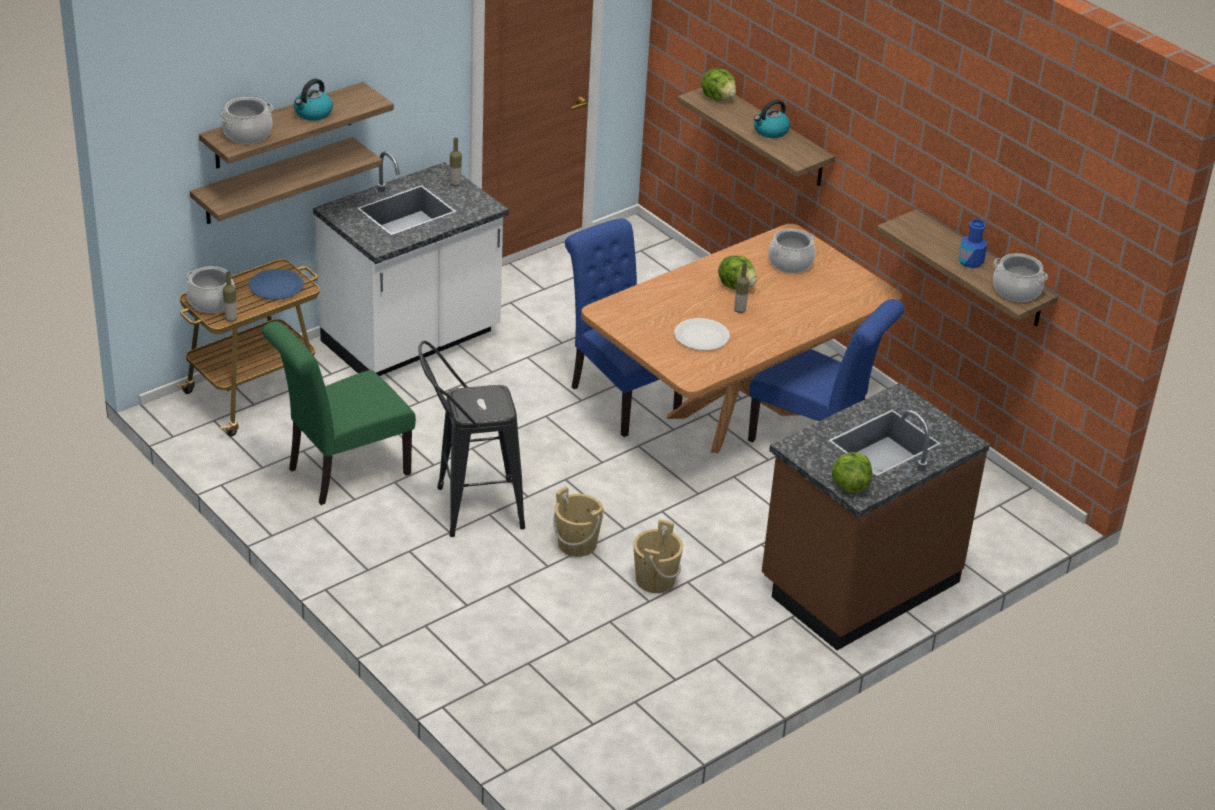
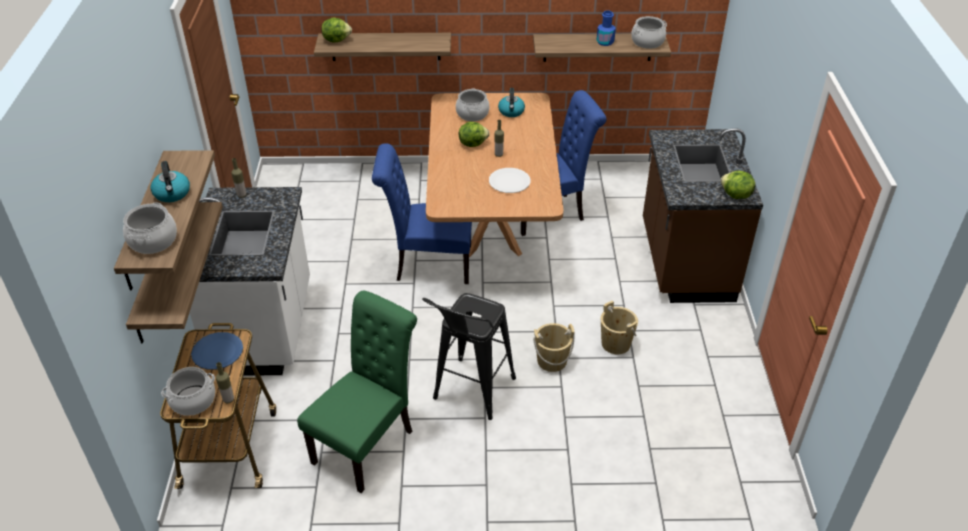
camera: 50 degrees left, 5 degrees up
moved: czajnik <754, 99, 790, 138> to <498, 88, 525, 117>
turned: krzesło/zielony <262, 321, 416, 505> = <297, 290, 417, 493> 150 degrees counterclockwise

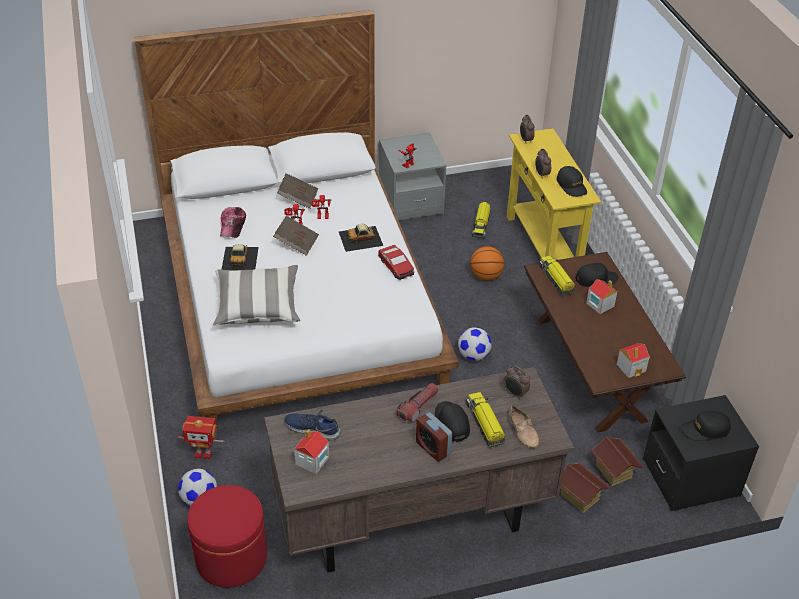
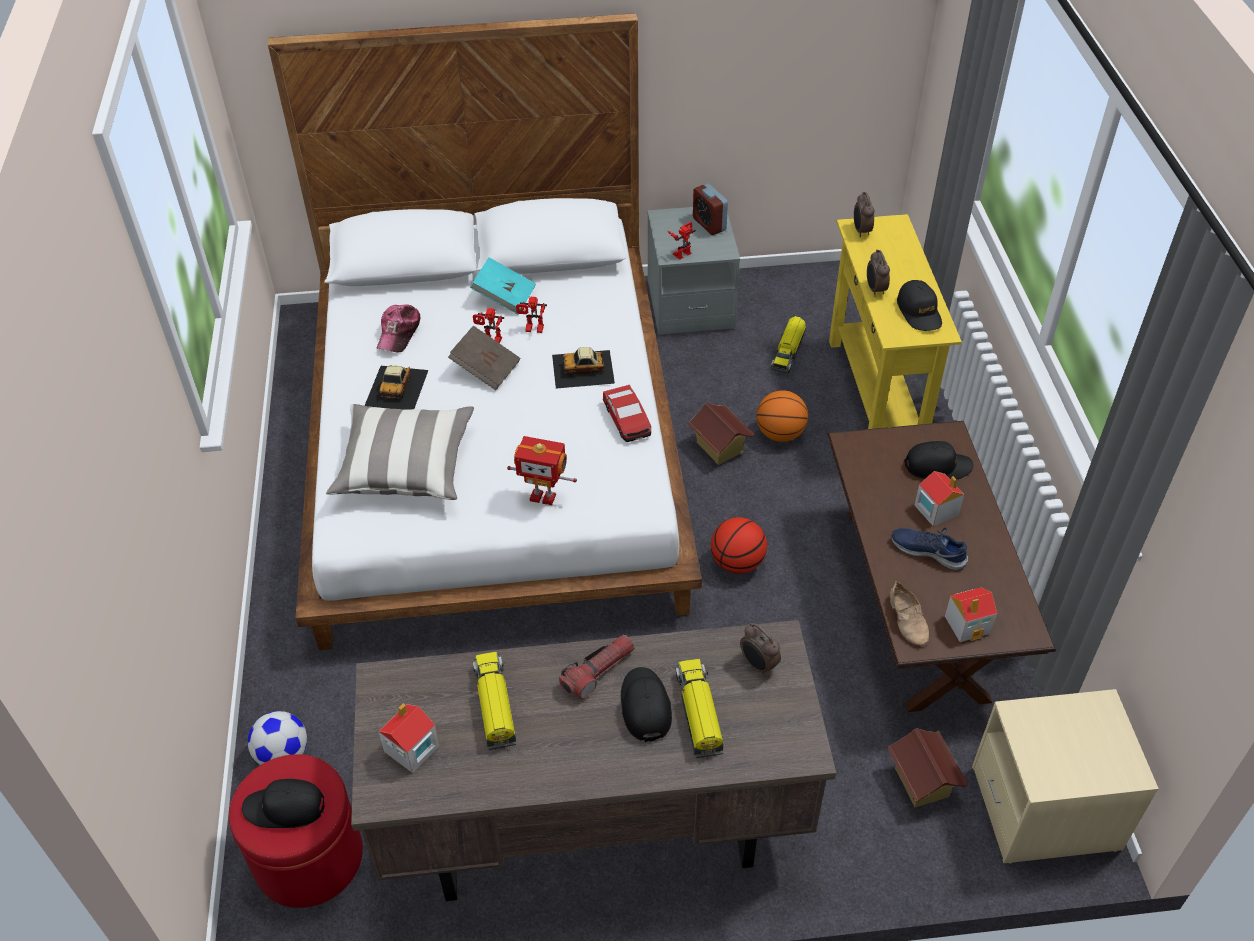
camera: 10 degrees right, 5 degrees up
moved: ciężarówka zabawkowa <539, 256, 575, 296> to <473, 652, 516, 750>; but/beżowy <508, 405, 539, 448> to <890, 581, 929, 646>; but/niebieski <285, 410, 340, 441> to <891, 528, 968, 570>; czapka z daszkiem/czarny <681, 411, 731, 441> to <242, 779, 324, 828>; budzik <416, 412, 452, 462> to <693, 183, 728, 235>; robot zabawkowy <178, 416, 225, 459> to <507, 436, 577, 505>; domek <561, 462, 611, 513> to <687, 402, 755, 465>
replaced: piłka futbolowa <458, 327, 492, 361> to piłka do koszykówki <711, 517, 767, 574>
recoloured: książka/brązowy <277, 173, 318, 209> to książka/turkusowy <470, 257, 536, 315>; szafka nocna/czarny <643, 395, 759, 511> to szafka nocna/beżowy <972, 689, 1159, 864>

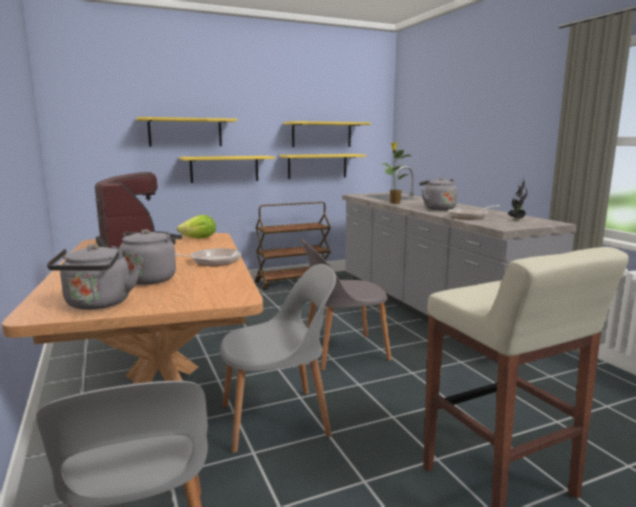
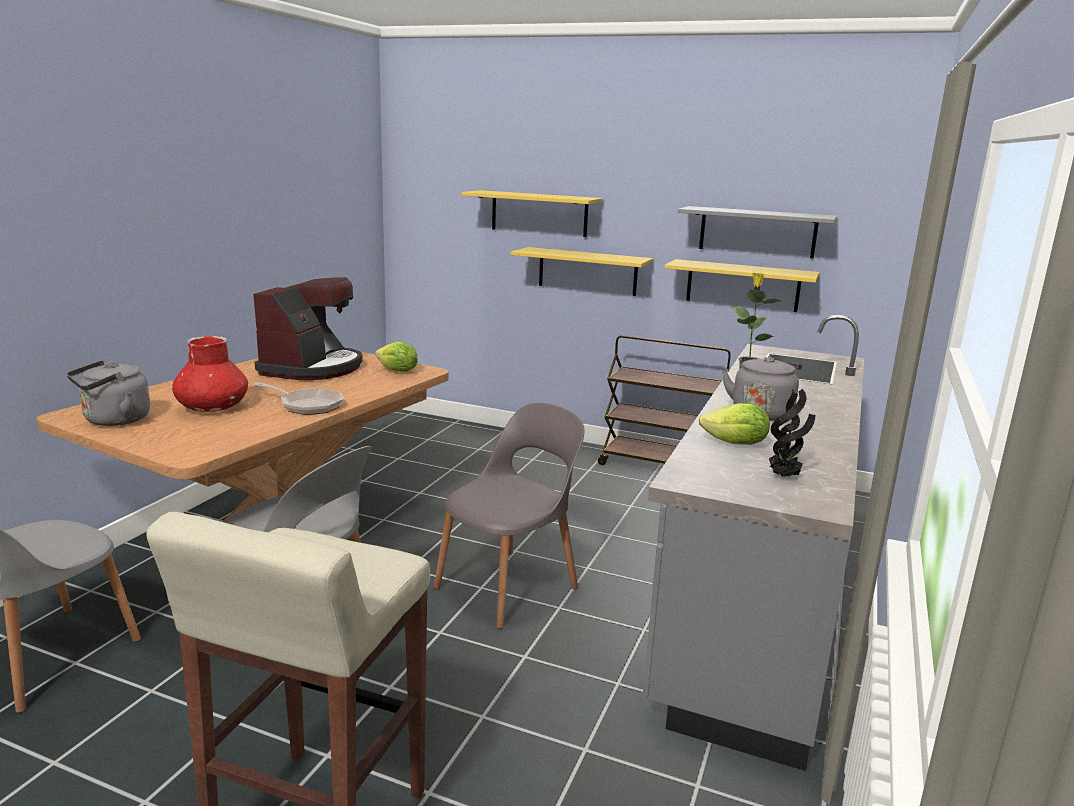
camera: 45 degrees right, 5 degrees up
replaced: patelnia <449, 205, 500, 220> to sałata <699, 403, 770, 445>; czajnik/szary <112, 229, 182, 285> to wazon/czerwony <172, 336, 248, 412>
recoloured: półka/żółty <283, 121, 371, 147> to półka/szary <678, 206, 837, 258>
turned: krzesło/szary <300, 238, 392, 370> = <434, 403, 584, 629> 105 degrees clockwise

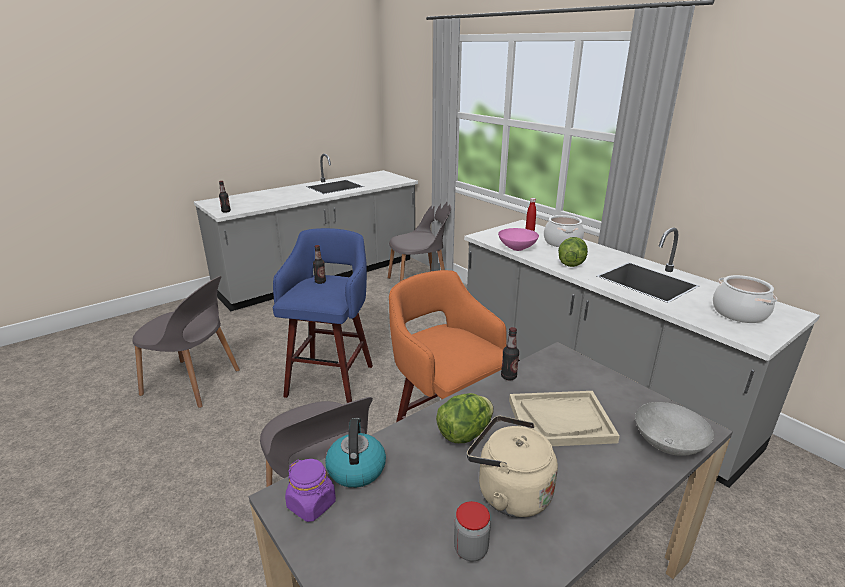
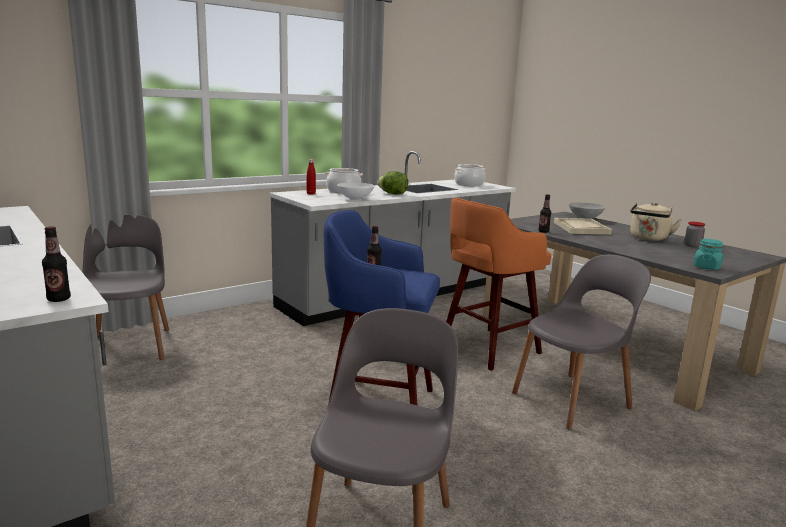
camera: 90 degrees left, 10 degrees down
removed: sałata <436, 393, 494, 443>; czajnik <325, 418, 386, 488>
recoloured: miska/różowy <498, 228, 539, 251> to miska/biały <337, 182, 374, 200>; słoik/fioletowy <285, 459, 336, 522> to słoik/turkusowy <693, 239, 723, 270>

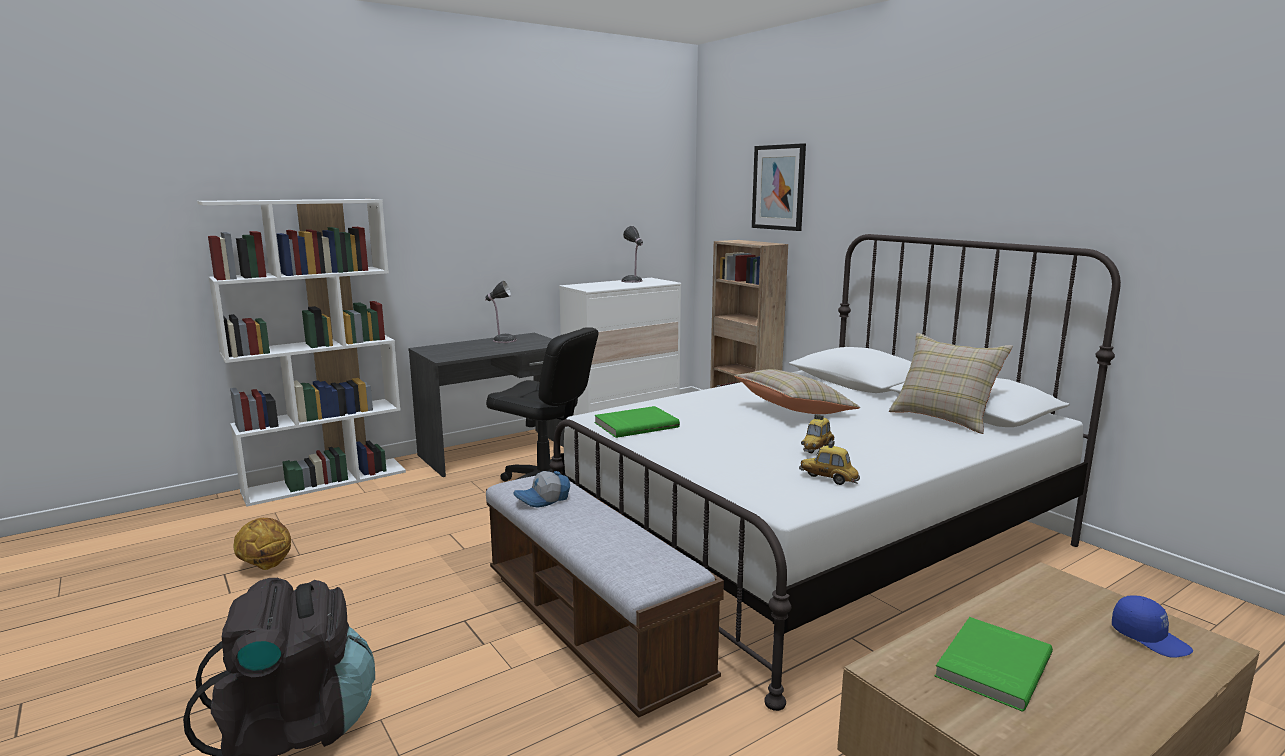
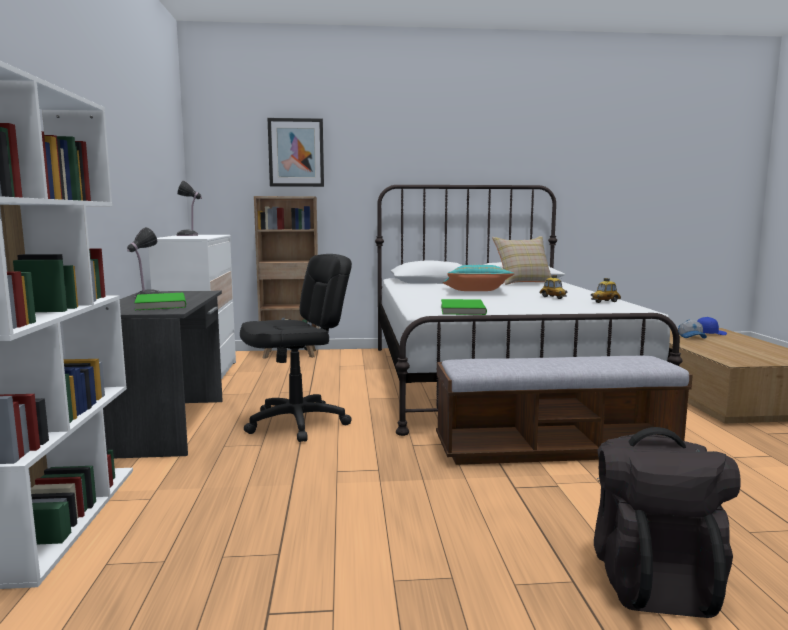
camera: 60 degrees left, 5 degrees down
removed: piłka do koszykówki <233, 518, 291, 570>
moved: czapka z daszkiem <513, 471, 570, 508> to <678, 320, 707, 339>; książka/zielony <935, 617, 1053, 712> to <134, 293, 186, 310>
recoloured: poduszka/beżowy <734, 369, 860, 414> to poduszka/turkusowy <442, 265, 515, 291>

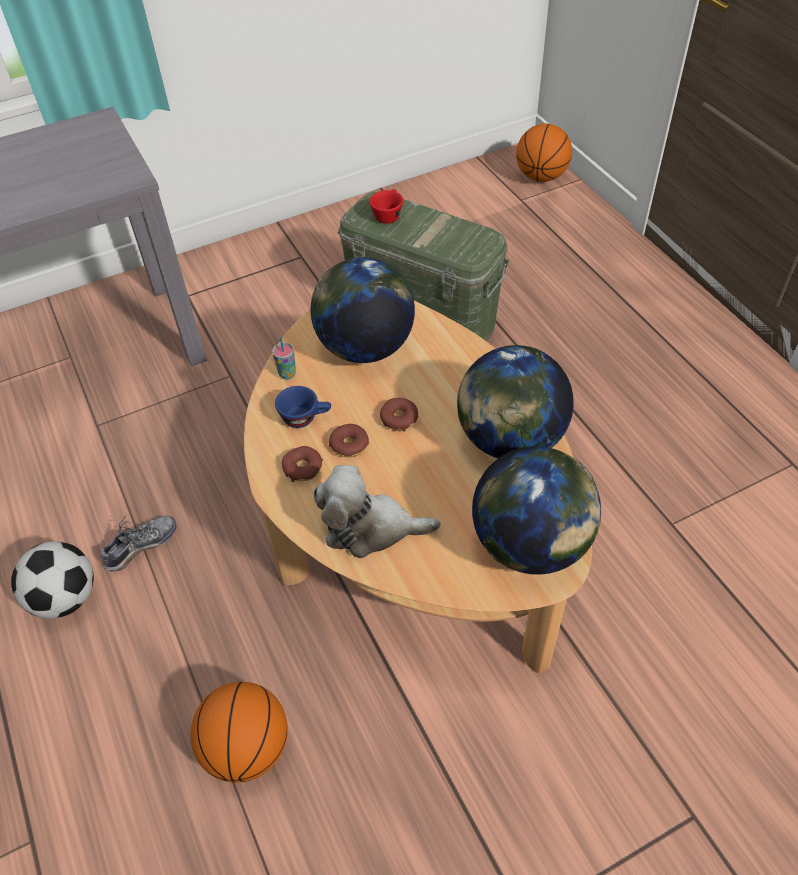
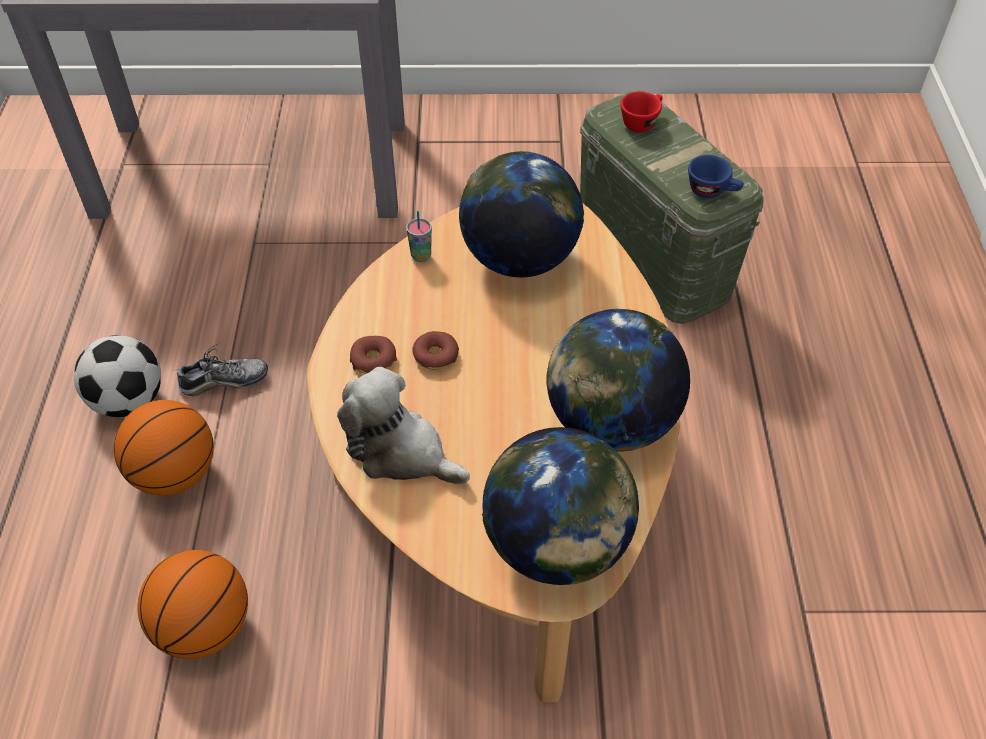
camera: 25 degrees right, 0 degrees up
removed: donut <380, 398, 418, 432>
moved: piłka do koszykówki <516, 124, 572, 182> to <114, 400, 214, 496>; filiżanka/niebieski <275, 386, 331, 428> to <688, 155, 744, 198>

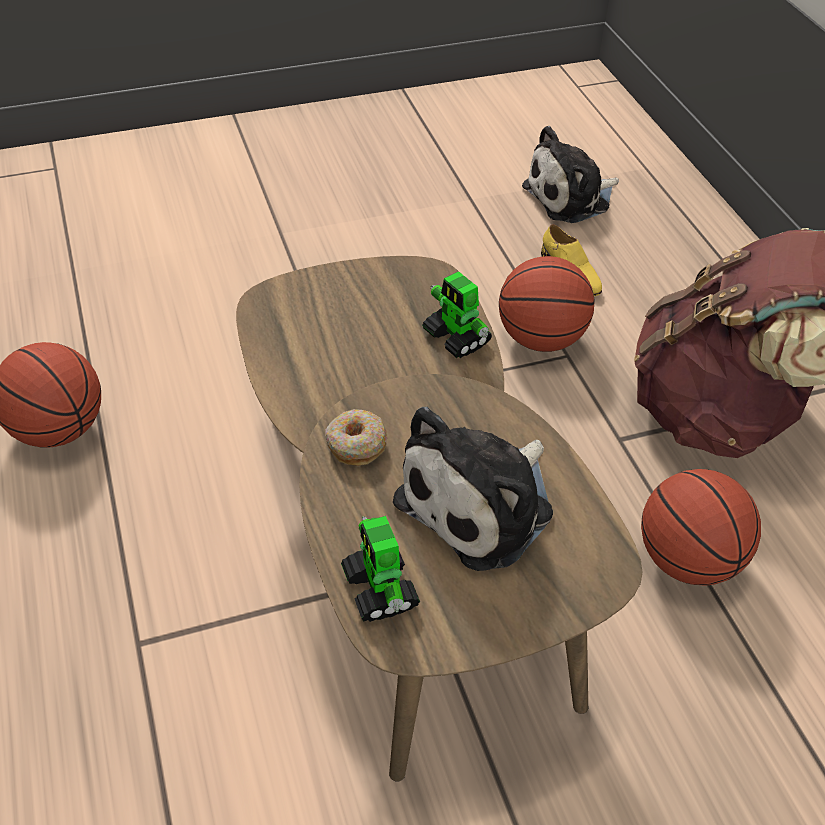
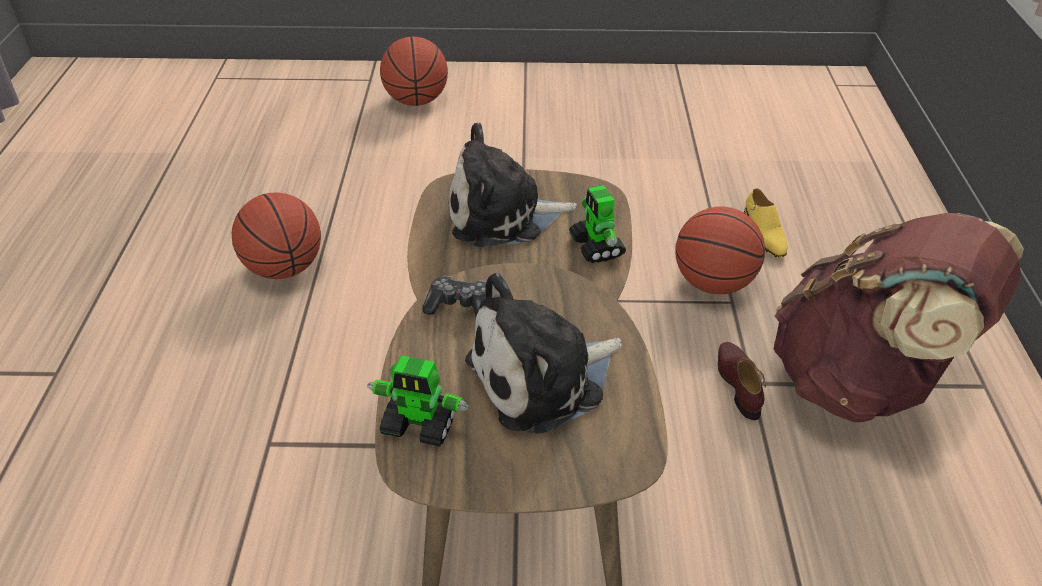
camera: 20 degrees right, 5 degrees down
added: but/brązowy <718, 342, 766, 420>
moved: pluszak <522, 126, 619, 223> to <449, 123, 577, 247>; piłka do koszykówki <641, 469, 761, 586> to <380, 36, 448, 106>
replaced: donut <325, 409, 387, 466> to pad do gier <422, 276, 486, 316>
turned: robot zabawkowy <341, 516, 420, 622> = <367, 356, 469, 447> 75 degrees counterclockwise

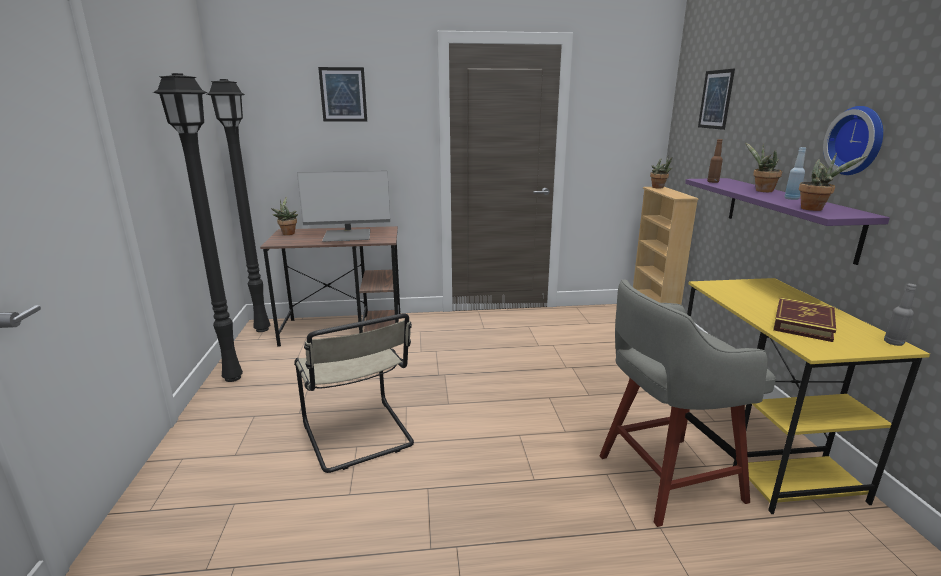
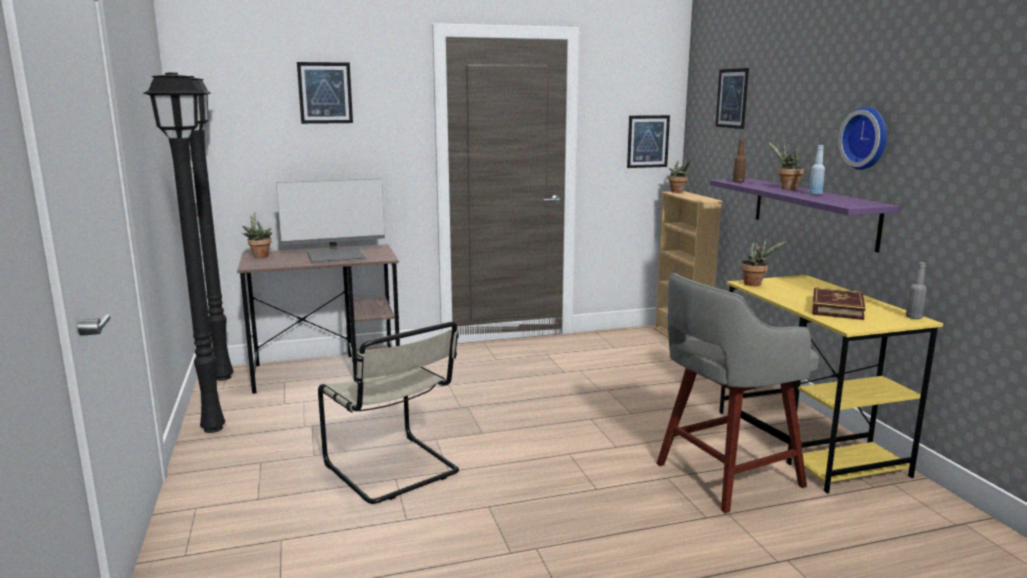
camera: 10 degrees left, 5 degrees down
added: obraz <627, 115, 670, 168>
moved: roślina doniczkowa <799, 153, 867, 211> to <741, 238, 787, 286>

